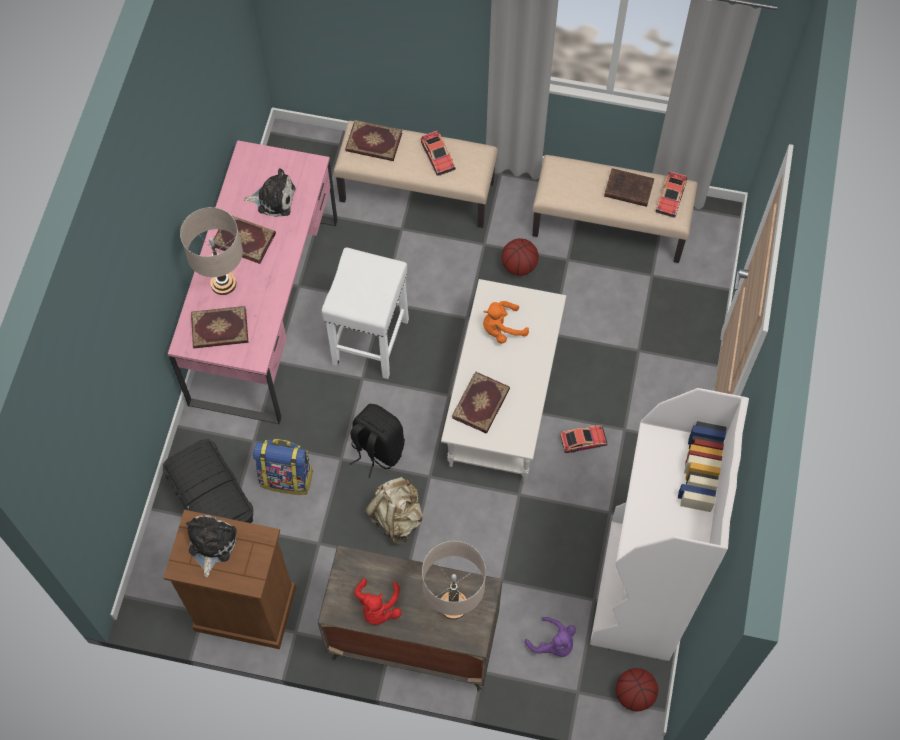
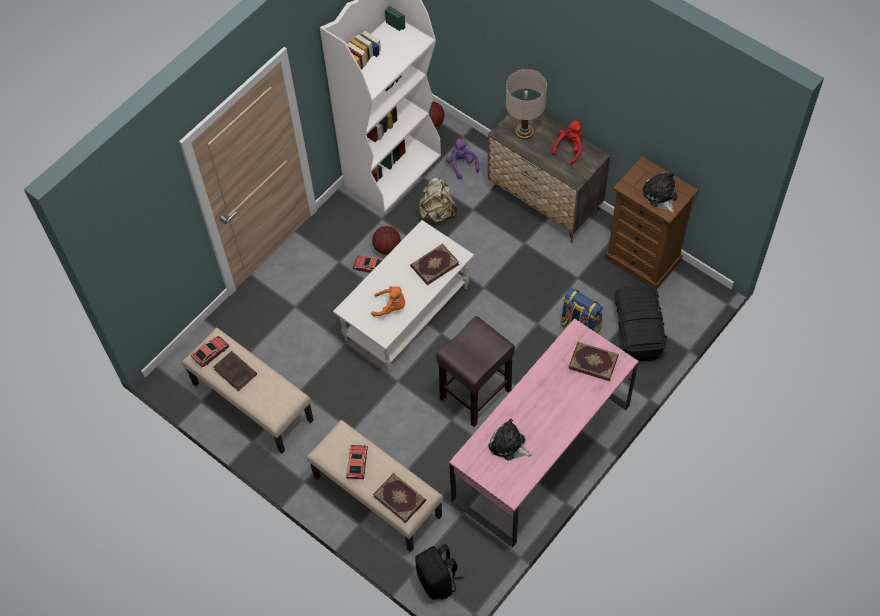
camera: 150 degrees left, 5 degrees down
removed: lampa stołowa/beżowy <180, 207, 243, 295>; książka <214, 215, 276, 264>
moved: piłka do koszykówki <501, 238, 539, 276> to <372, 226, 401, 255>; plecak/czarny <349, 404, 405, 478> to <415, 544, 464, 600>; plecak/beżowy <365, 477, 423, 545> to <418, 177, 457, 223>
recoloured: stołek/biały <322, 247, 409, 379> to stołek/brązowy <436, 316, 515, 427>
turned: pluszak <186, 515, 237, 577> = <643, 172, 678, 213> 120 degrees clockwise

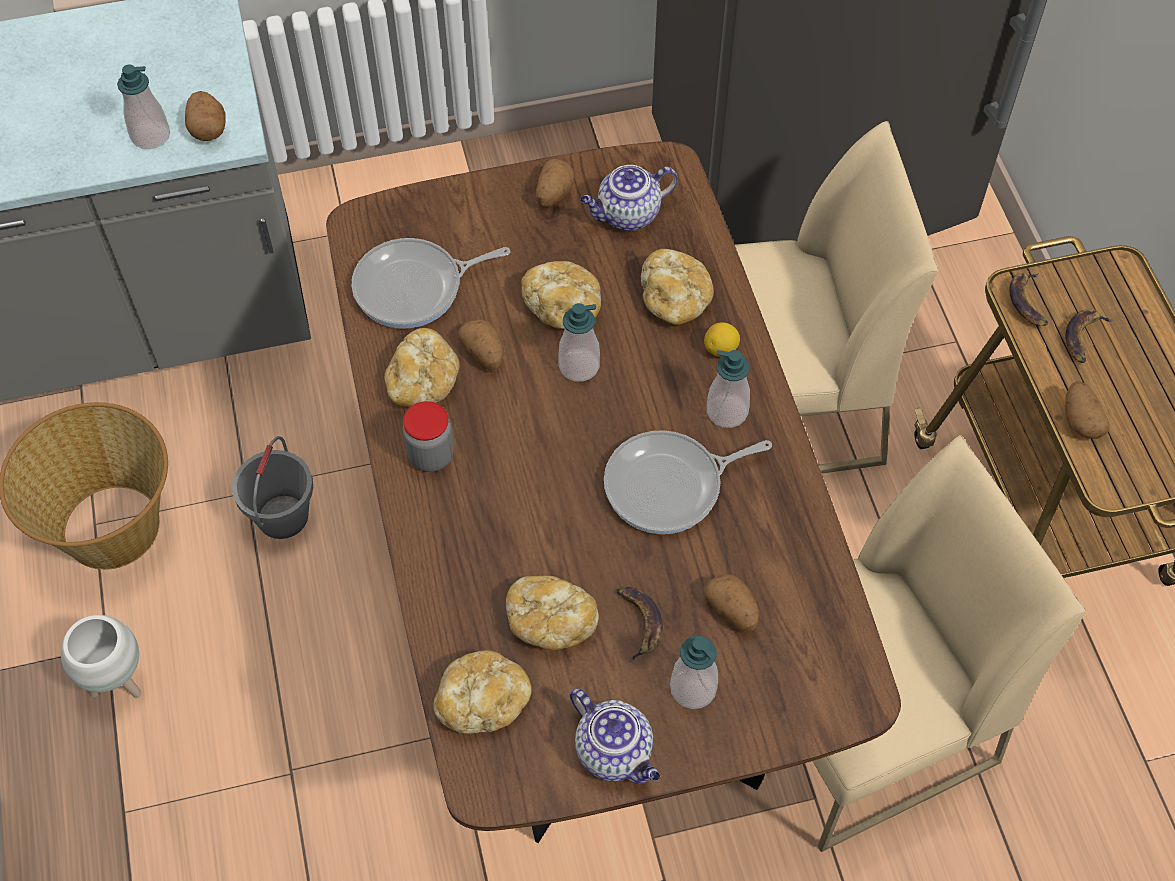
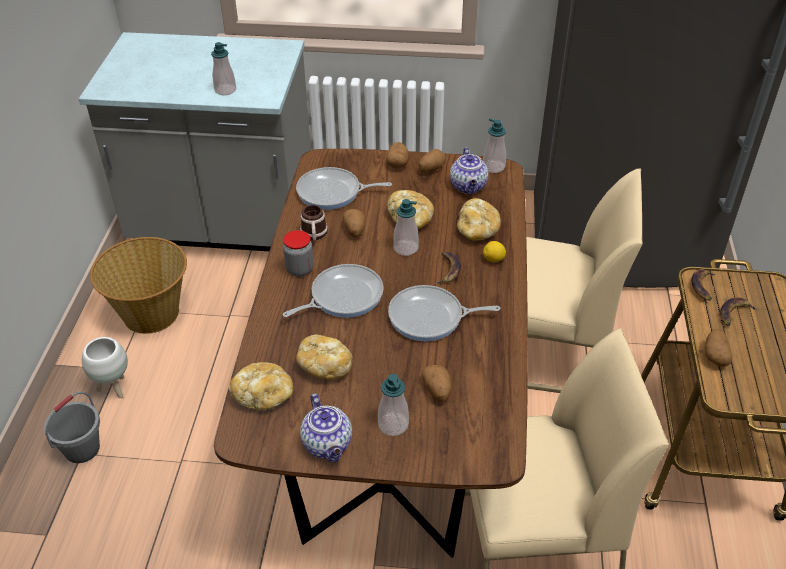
camera: 20 degrees right, 15 degrees down
added: patelnia <283, 264, 383, 318>
moved: ziemniak <185, 91, 226, 141> to <386, 142, 410, 168>; dozownik mydła <707, 350, 750, 428> to <483, 118, 506, 173>; wiadro/szary <232, 436, 313, 539> to <44, 392, 100, 463>; banan <616, 587, 663, 662> to <435, 252, 461, 285>
replaced: chleb <384, 328, 460, 407> to kubek <300, 205, 328, 241>
turned: imbryk <580, 165, 678, 231> = <450, 147, 489, 194> 90 degrees counterclockwise

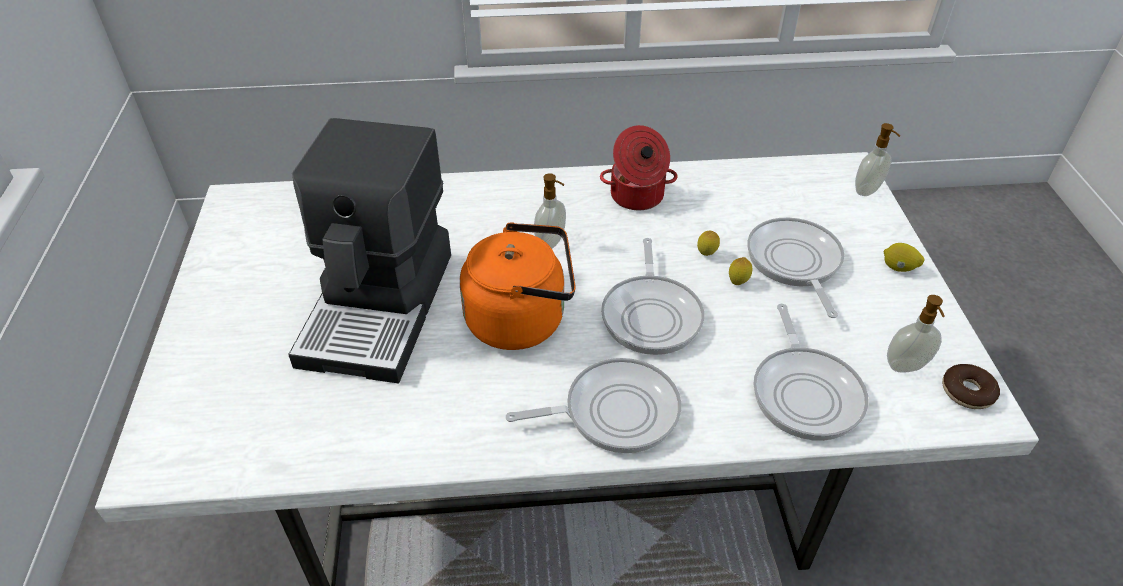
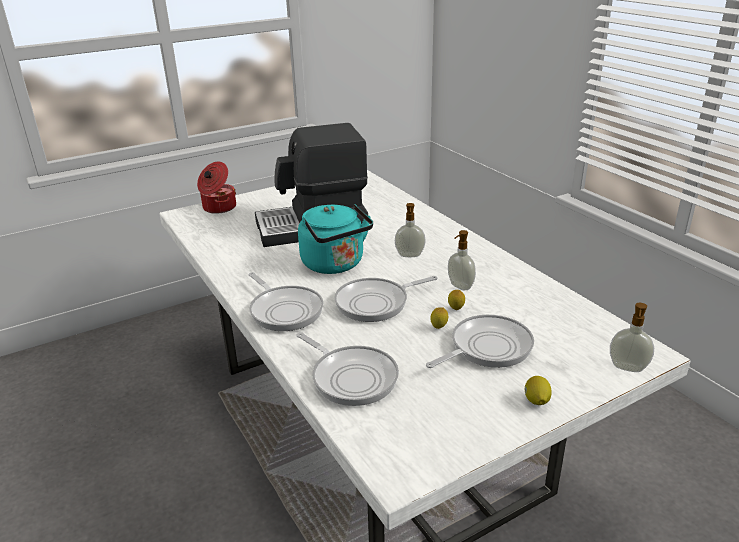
camera: 65 degrees right, 15 degrees down
removed: donut <942, 364, 1000, 409>
moved: garnek <600, 125, 678, 210> to <197, 162, 236, 214>; dozownik mydła <887, 295, 945, 373> to <448, 230, 476, 290>
recoloured: czajnik/pomarańczowy <460, 222, 576, 350> to czajnik/turkusowy <298, 204, 373, 274>
turned: patelnia <753, 304, 869, 441> = <296, 332, 399, 406> 105 degrees counterclockwise

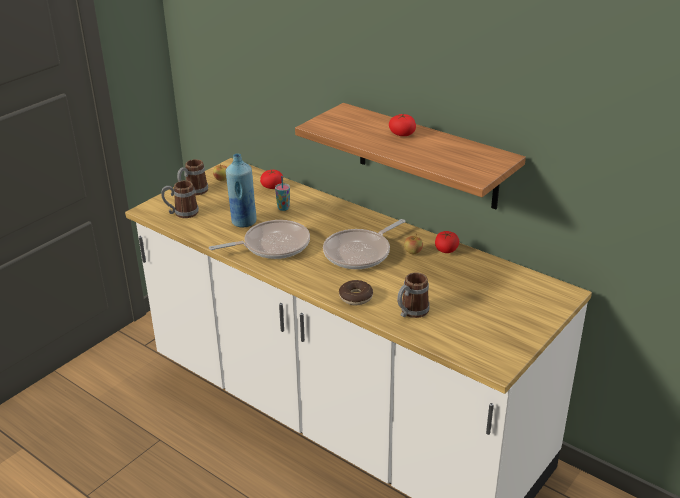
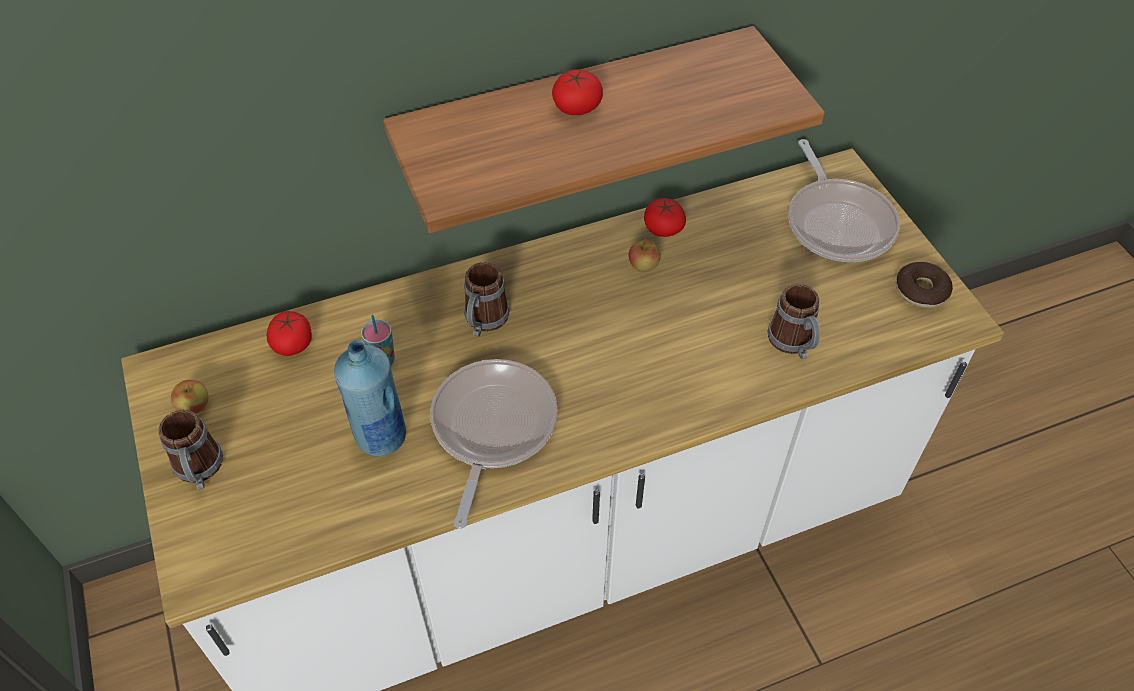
camera: 60 degrees left, 20 degrees up
moved: kubek <161, 181, 199, 218> to <464, 262, 510, 337>; patelnia <323, 219, 405, 269> to <788, 139, 900, 262>; donut <339, 280, 373, 305> to <896, 262, 953, 308>

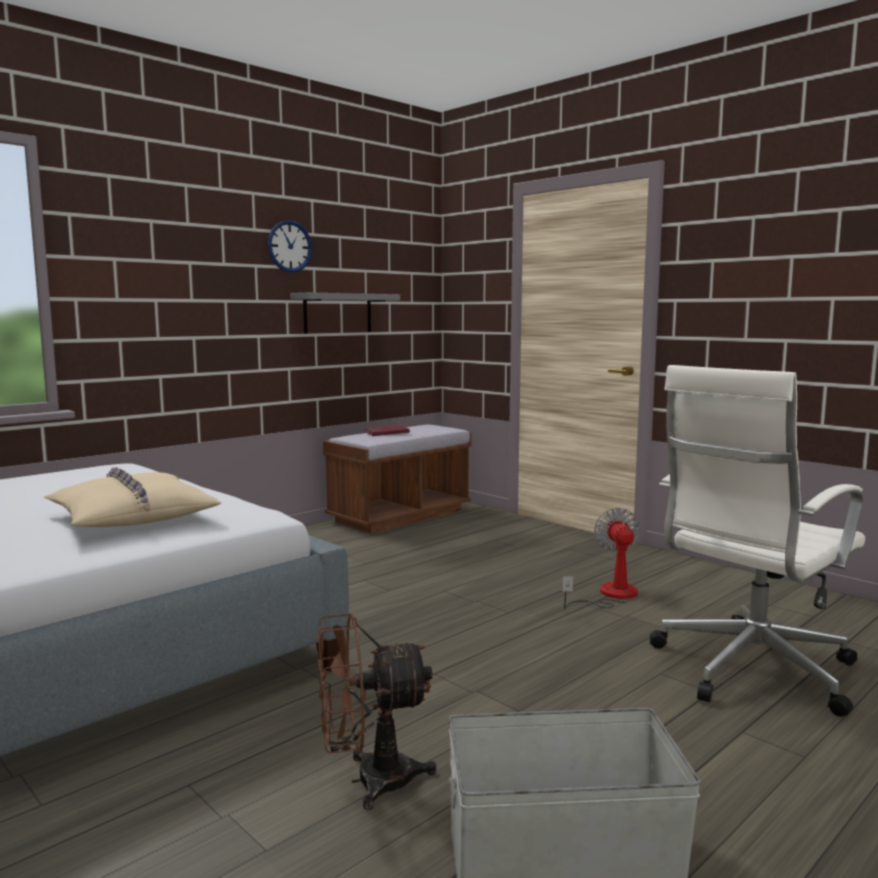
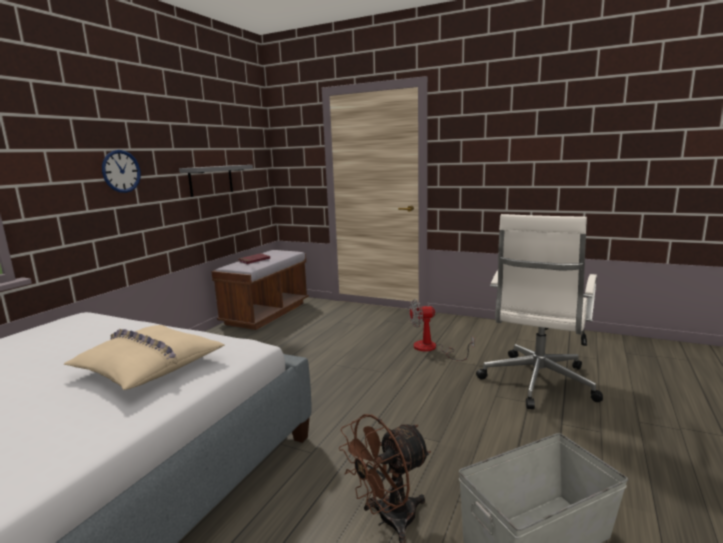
camera: 20 degrees left, 5 degrees up
moved: zegar ścienny <268, 220, 312, 273> to <102, 150, 141, 193>
turned: wentylator <562, 508, 640, 609> = <409, 299, 474, 361> 75 degrees counterclockwise

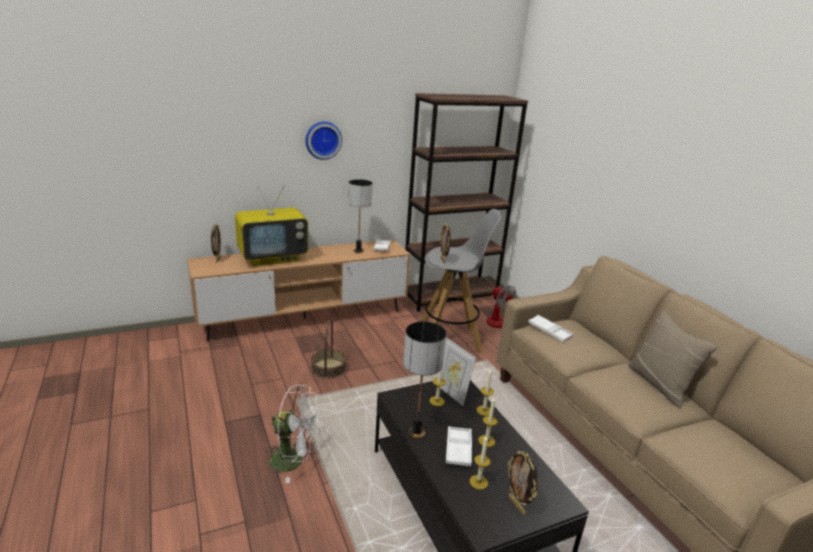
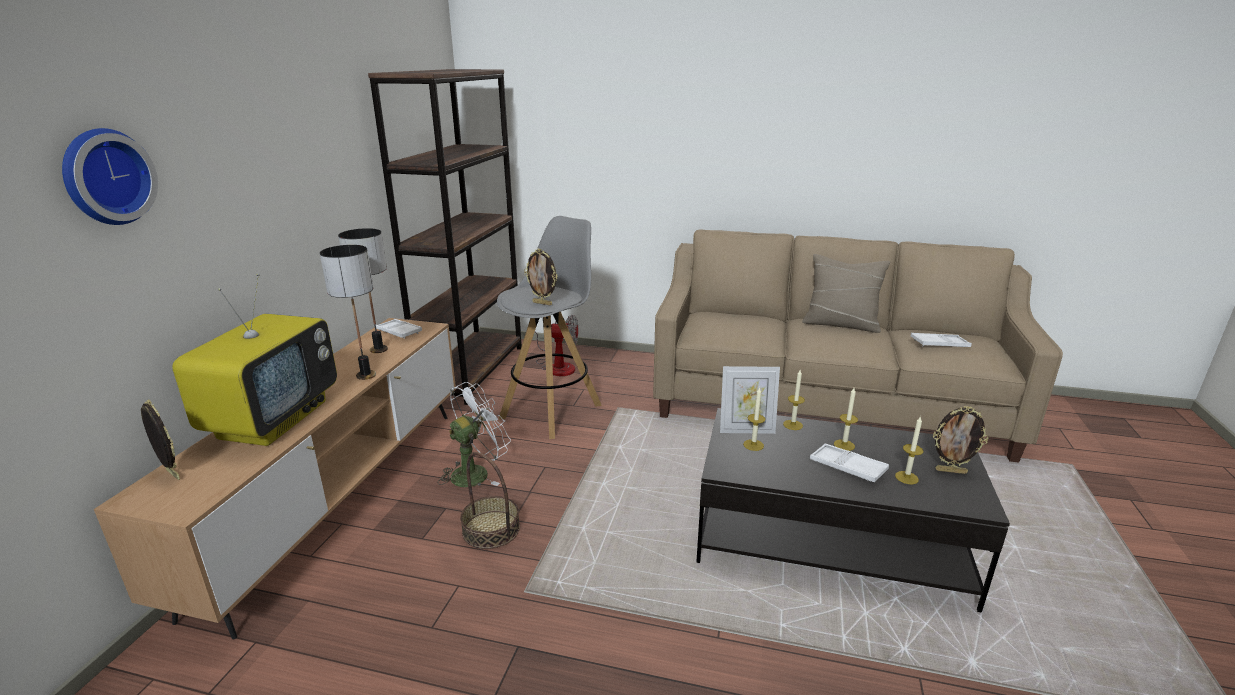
camera: 50 degrees left, 0 degrees up
moved: zegar ścienny <306, 122, 342, 160> to <62, 128, 158, 225>; taca/biały <528, 315, 573, 342> to <911, 333, 972, 347>; lampa stołowa <403, 321, 446, 438> to <320, 245, 376, 380>; wentylator/biały <265, 385, 321, 483> to <438, 382, 511, 487>

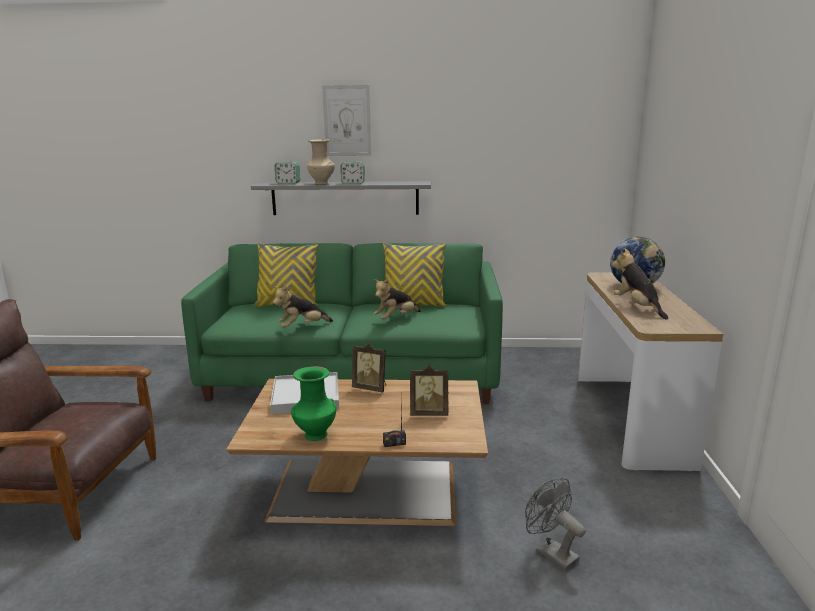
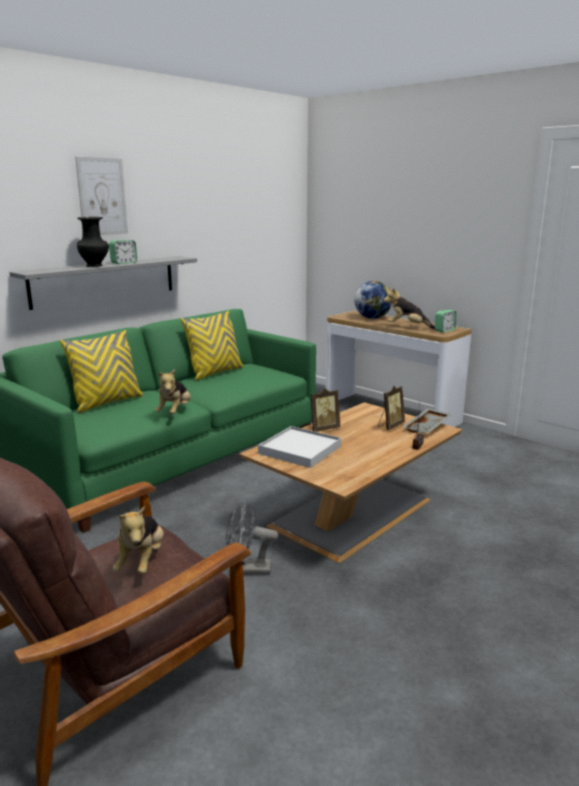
camera: 50 degrees left, 0 degrees up
removed: wazon/zielony <291, 366, 336, 441>
added: taca/szary <402, 408, 452, 433>
moved: budzik <275, 162, 300, 184> to <435, 310, 457, 333>; pluszak <373, 279, 421, 319> to <113, 506, 164, 575>; wentylator/szary <525, 478, 586, 571> to <226, 501, 278, 574>
recoloured: wazon/beżowy <307, 139, 335, 184> to wazon/czarny <77, 217, 109, 267>

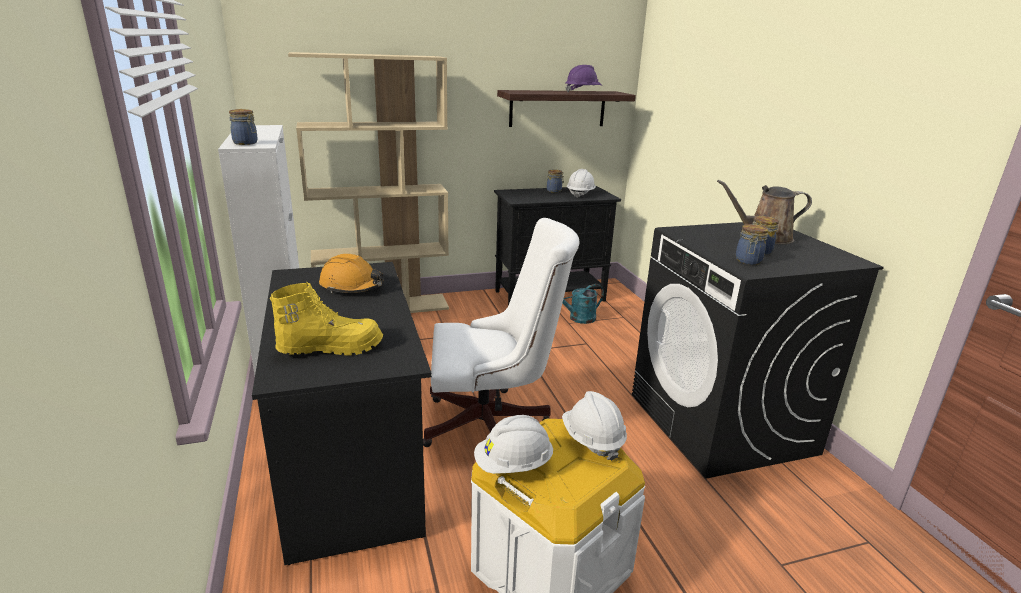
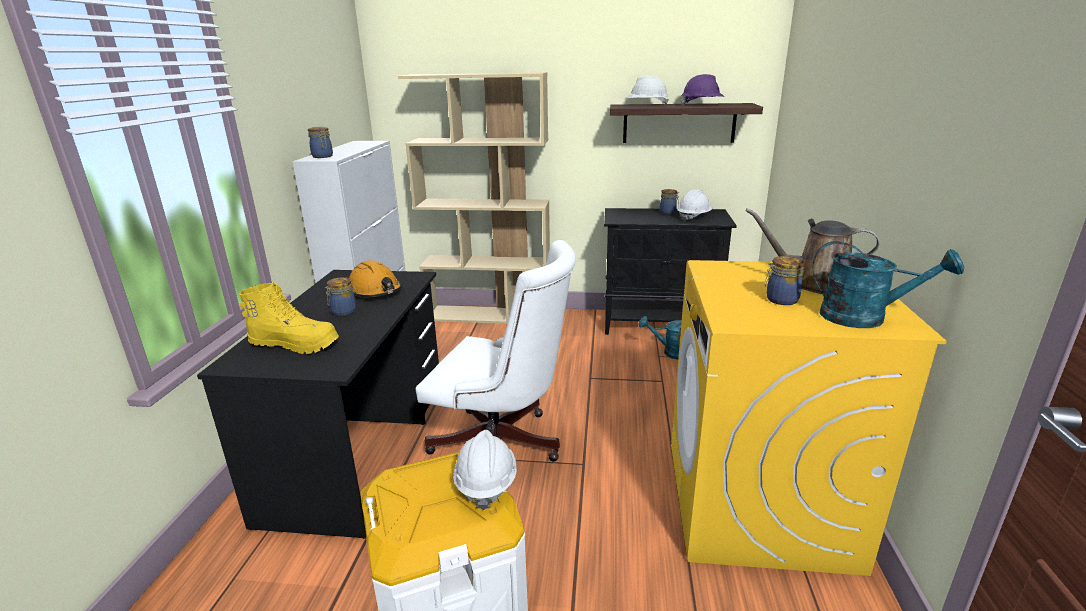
camera: 25 degrees right, 0 degrees up
added: konewka/turkusowy <813, 241, 964, 328>
moved: słoik <736, 224, 769, 265> to <325, 277, 356, 316>; kask/biały <474, 415, 553, 474> to <626, 75, 669, 106>
recoloured: pralka/czarny <632, 222, 884, 479> to pralka/żółty <671, 260, 947, 576>

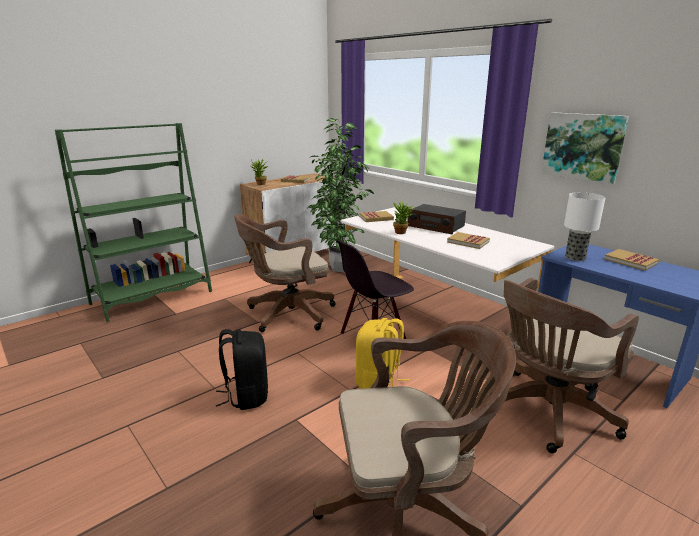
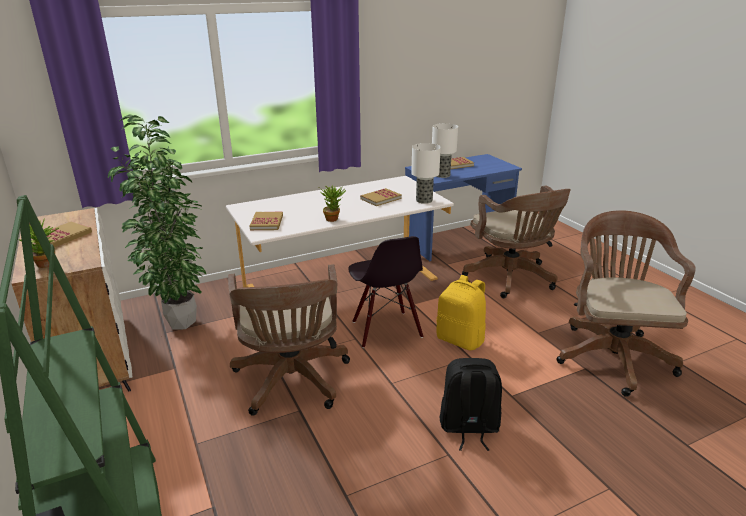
camera: 75 degrees left, 5 degrees up
removed: obraz <541, 112, 629, 184>; radio <407, 204, 466, 235>
added: lampa stołowa <411, 143, 441, 204>

